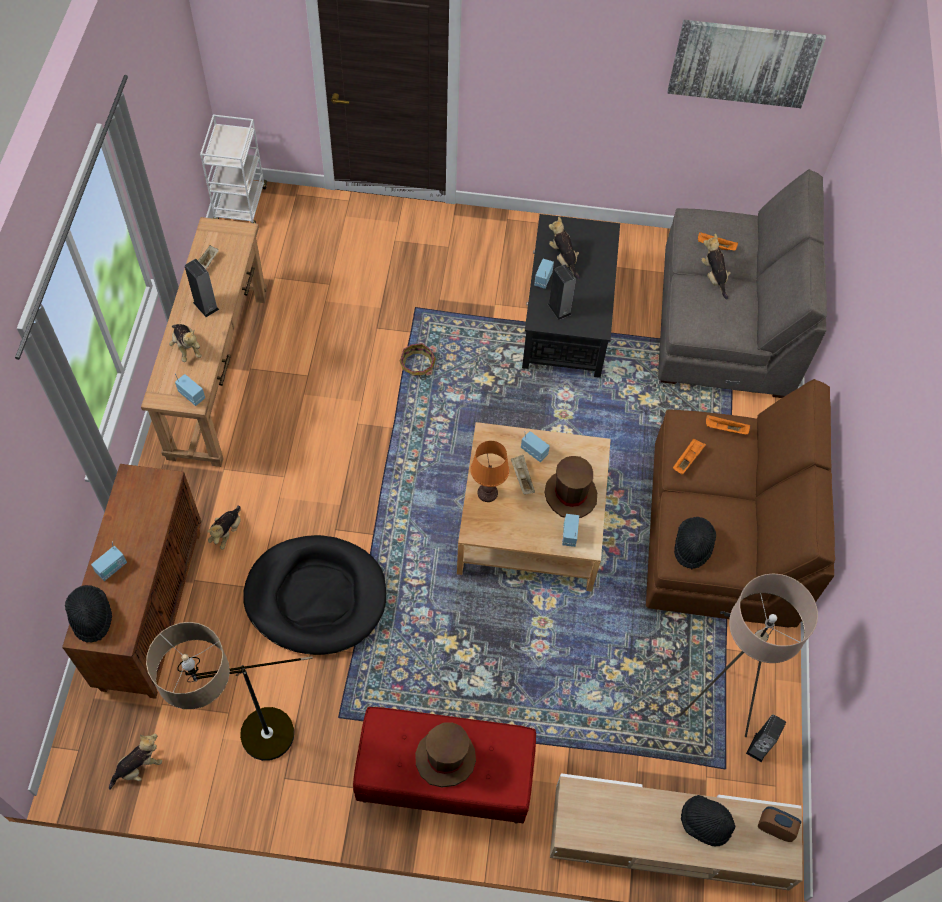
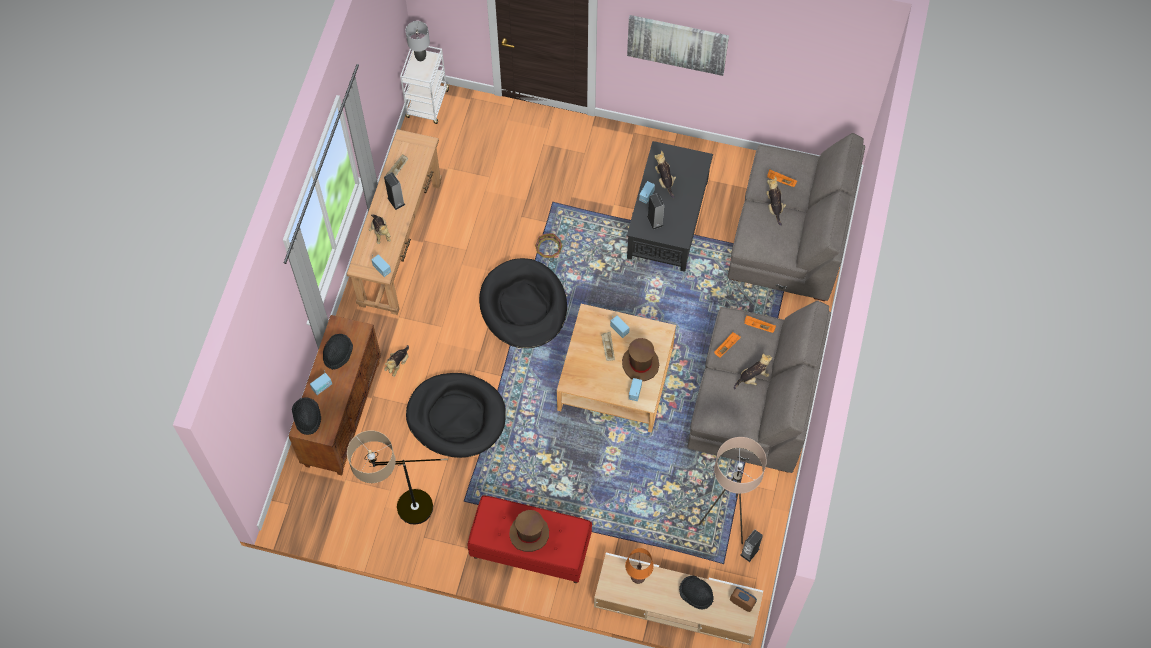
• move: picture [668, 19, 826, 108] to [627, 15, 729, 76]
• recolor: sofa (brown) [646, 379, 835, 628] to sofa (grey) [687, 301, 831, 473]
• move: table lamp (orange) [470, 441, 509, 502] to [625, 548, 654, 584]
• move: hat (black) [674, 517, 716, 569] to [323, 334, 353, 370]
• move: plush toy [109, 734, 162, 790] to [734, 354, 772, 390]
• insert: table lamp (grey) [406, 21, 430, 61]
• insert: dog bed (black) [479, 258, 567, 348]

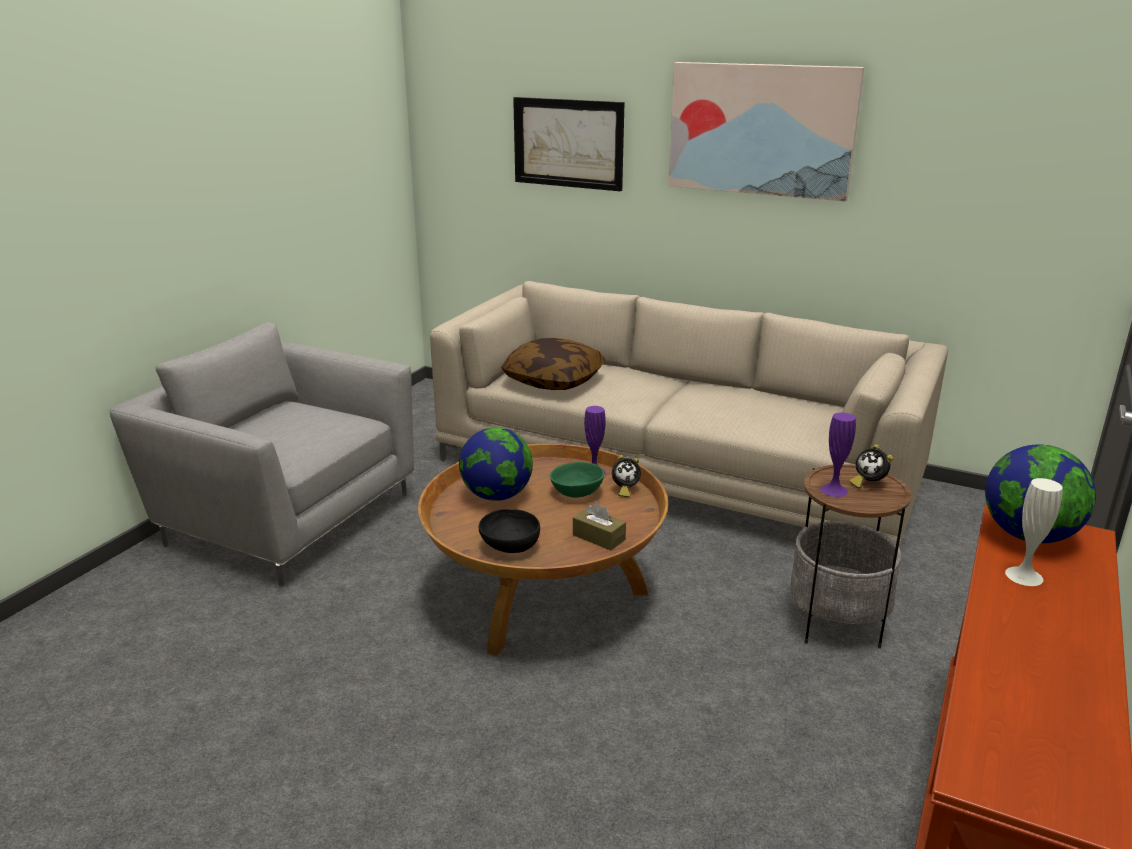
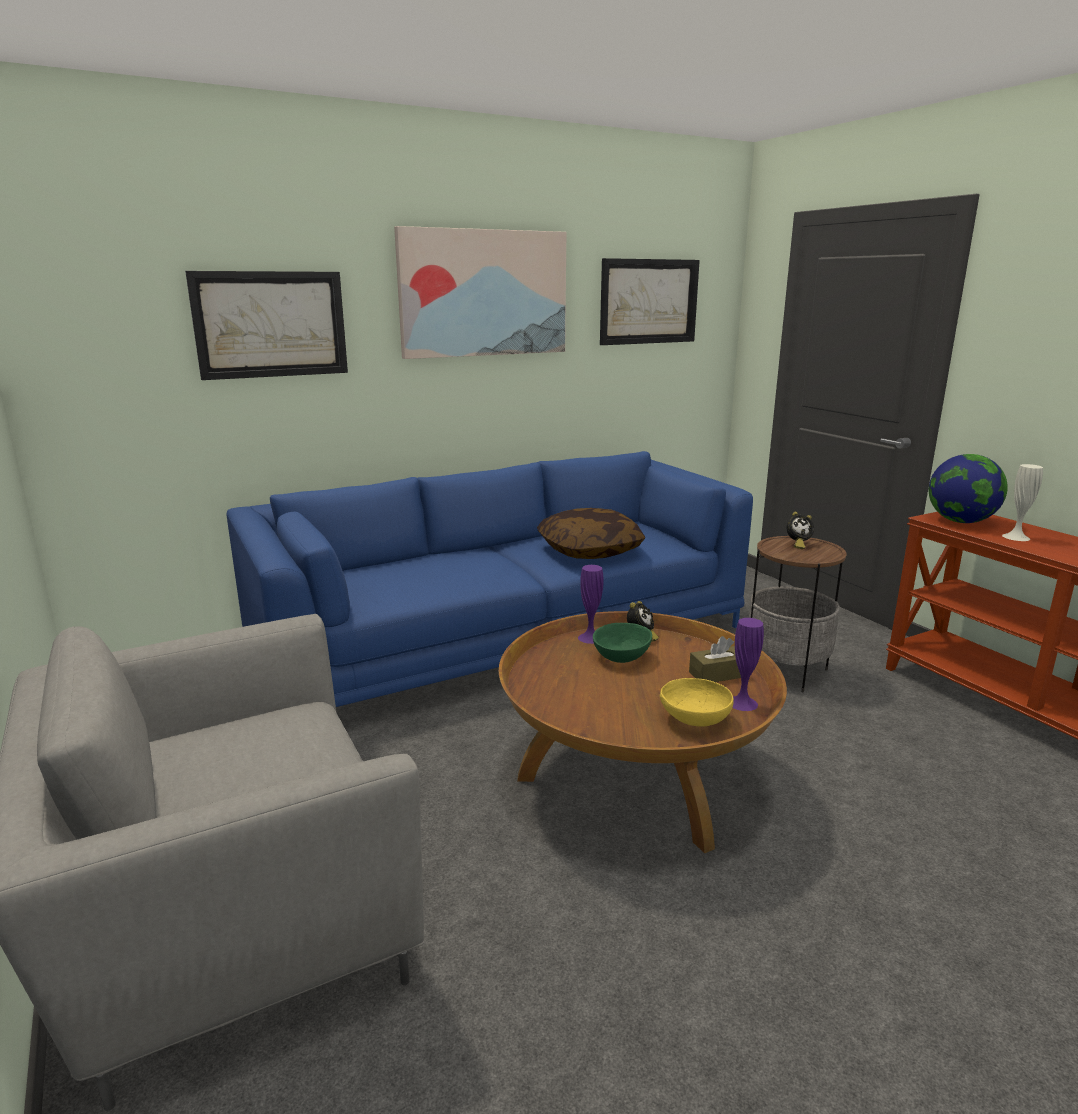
• recolor: sofa (beige) [430, 281, 948, 546] to sofa (blue) [226, 451, 753, 707]
• move: pillow [501, 338, 605, 390] to [537, 508, 645, 559]
• move: vase (purple) [820, 413, 856, 497] to [733, 618, 764, 711]
• delete: globe [459, 427, 533, 501]
• recolor: bowl (black) [479, 509, 540, 553] to bowl (yellow) [659, 678, 734, 727]
• insert: picture [600, 258, 700, 345]

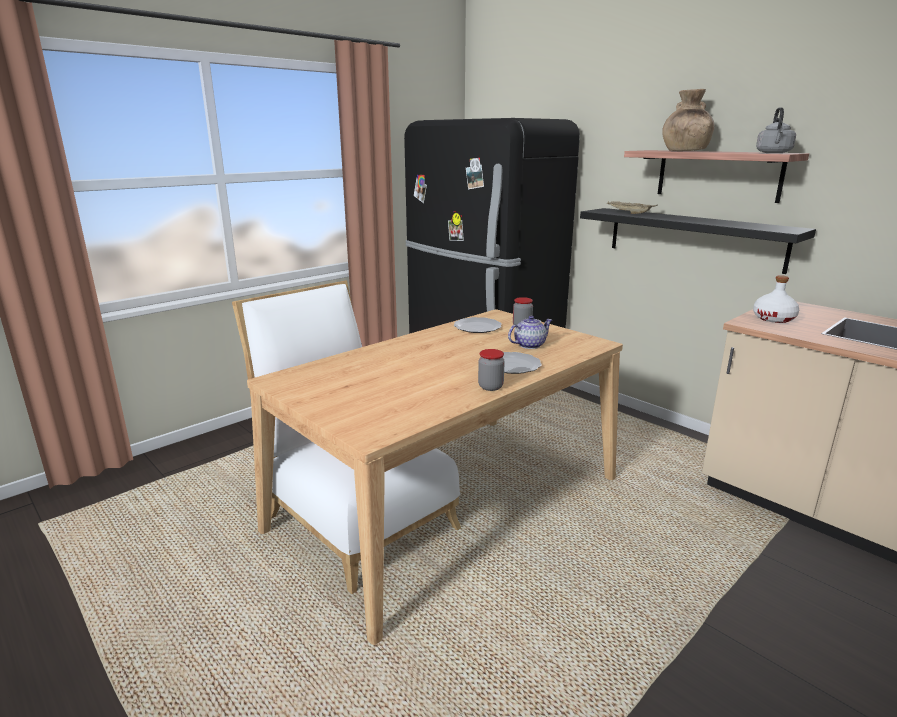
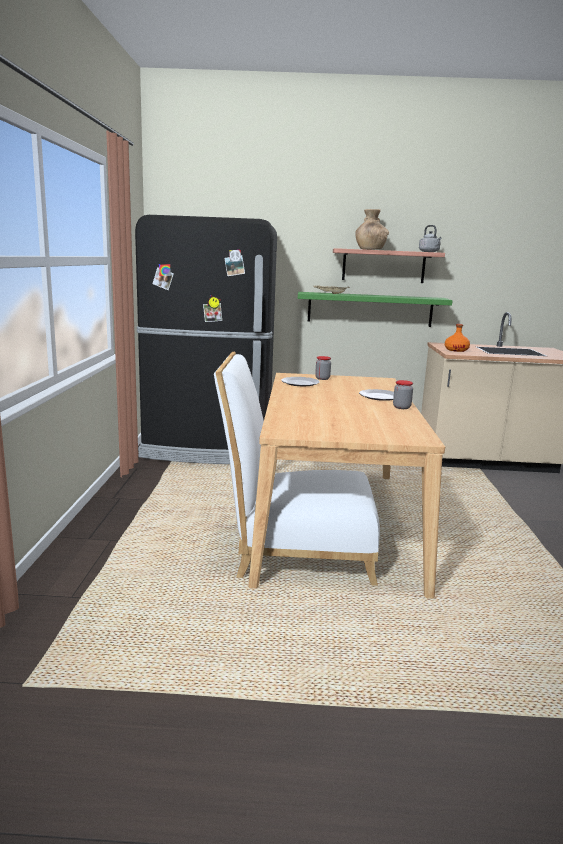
• recolor: shelf (black) [580, 208, 816, 274] to shelf (green) [298, 292, 453, 327]
• recolor: bottle (white) [753, 275, 799, 323] to bottle (orange) [445, 324, 470, 352]
• delete: teapot [508, 316, 552, 349]

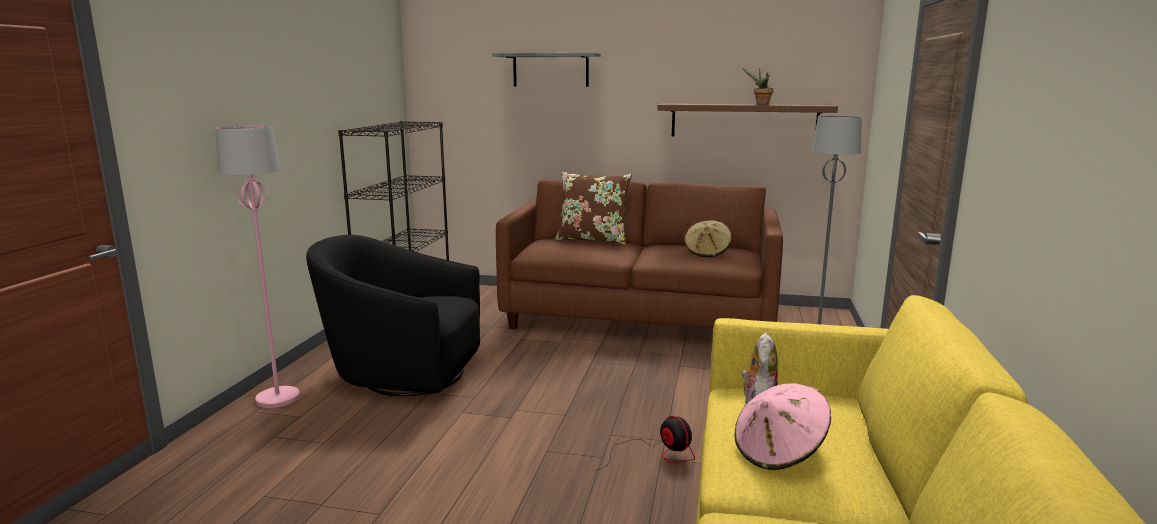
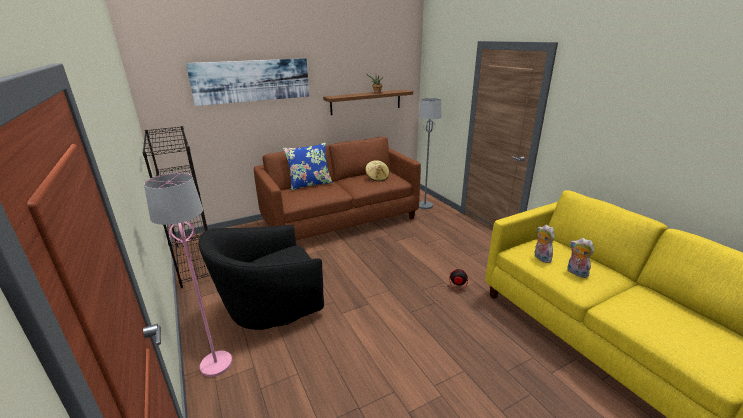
• replace: shelf (grey) [492, 53, 601, 87] to picture [186, 58, 309, 106]
• recolor: pillow (brown) [555, 172, 632, 245] to pillow (blue) [283, 142, 333, 191]
• replace: hat (pink) [734, 383, 831, 470] to plush toy [567, 238, 594, 278]

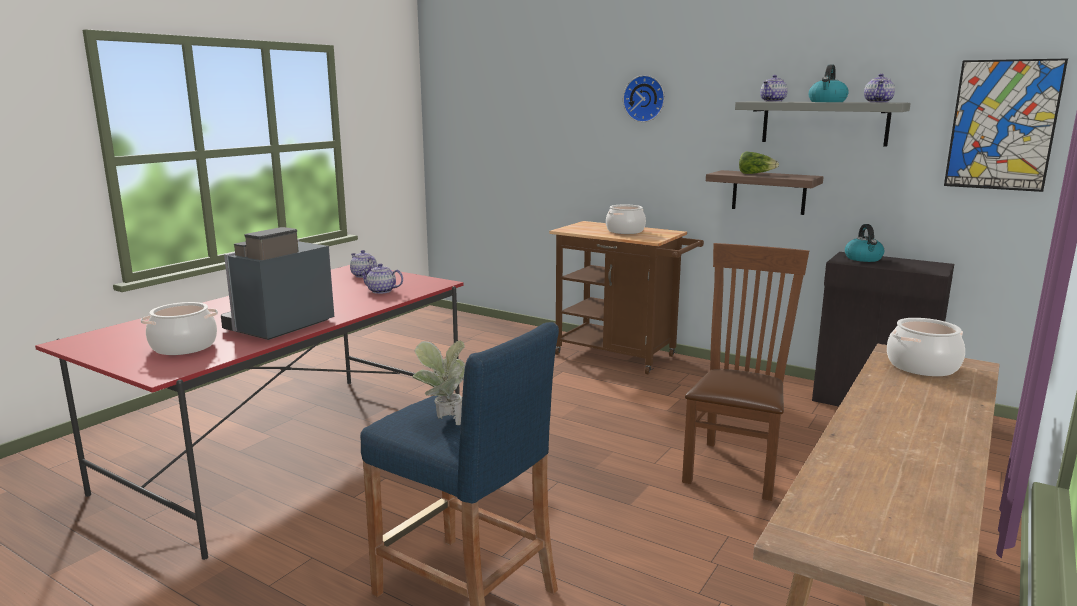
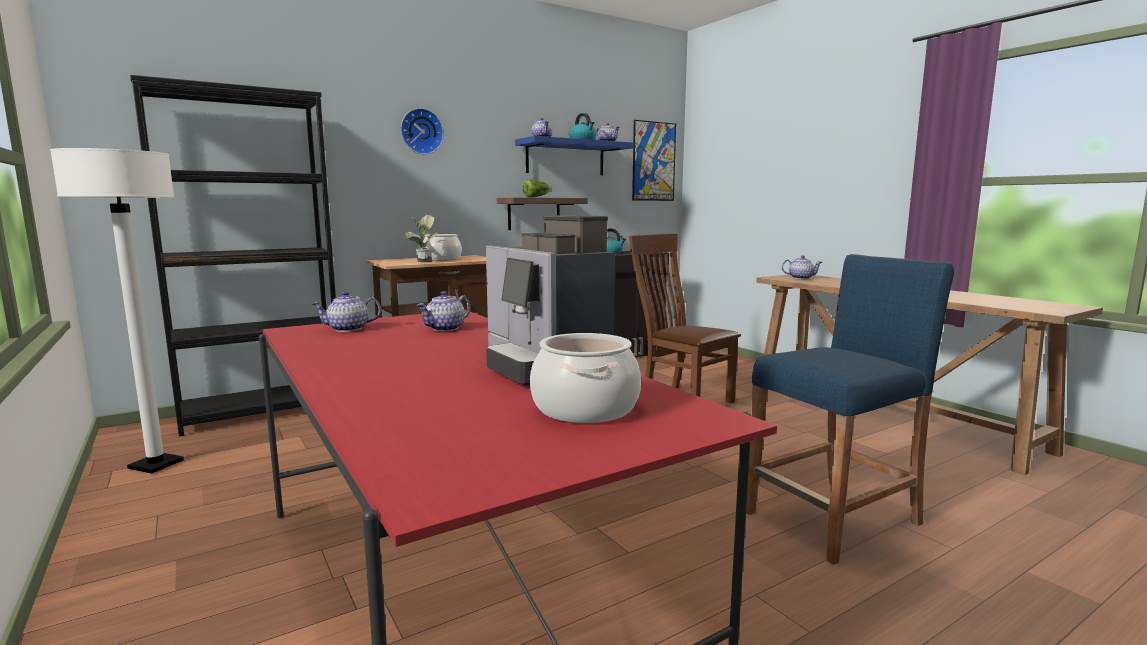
• recolor: shelf (grey) [735, 101, 911, 147] to shelf (blue) [515, 136, 634, 175]
• replace: cooking pot [887, 318, 965, 376] to teapot [782, 255, 822, 279]
• move: potted plant [412, 341, 465, 425] to [405, 215, 437, 262]
• insert: bookcase (black) [130, 75, 336, 436]
• insert: floor lamp (white) [50, 148, 184, 474]

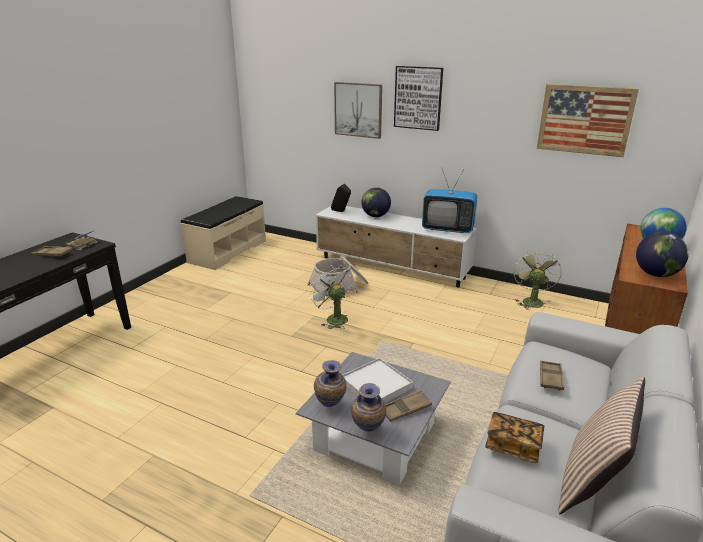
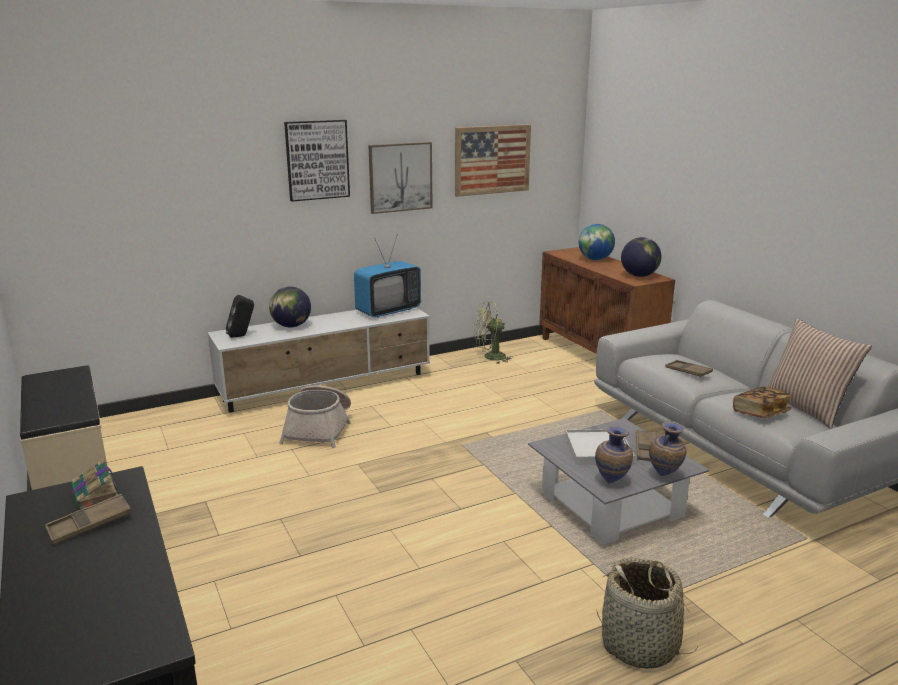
• move: picture [334, 82, 382, 139] to [368, 142, 432, 214]
• rotate: fan (green) [514, 250, 562, 310] = [474, 301, 514, 364] 60 degrees counterclockwise
• delete: fan (white) [309, 265, 352, 329]
• insert: basket [596, 558, 699, 669]

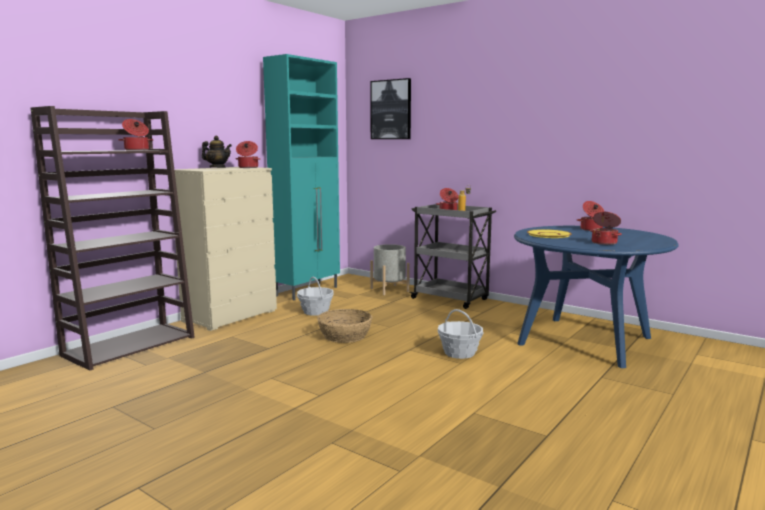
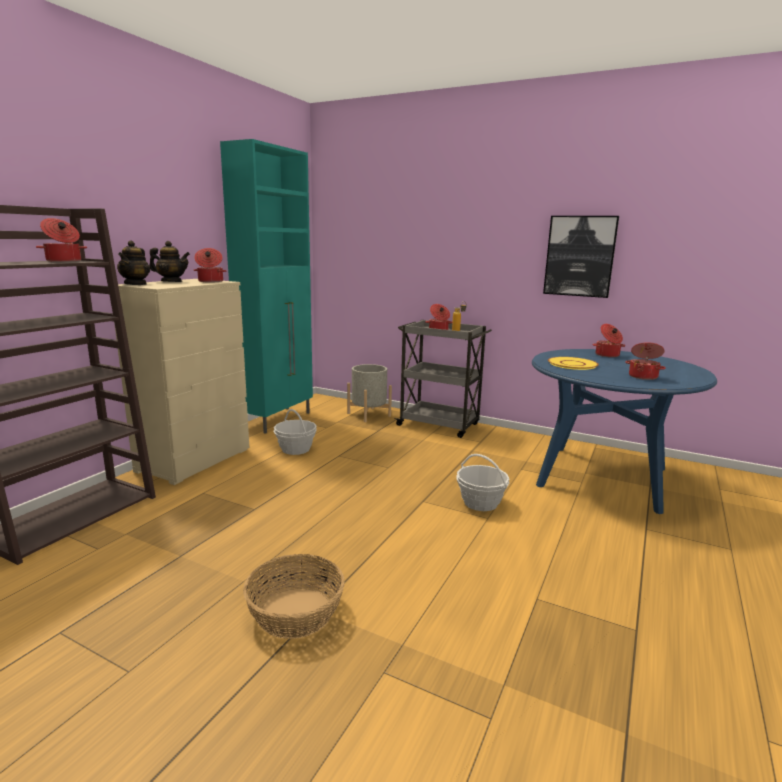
• move: picture [370, 78, 411, 139] to [543, 216, 619, 298]
• move: basket [317, 309, 372, 343] to [243, 554, 345, 639]
• insert: teapot [117, 240, 150, 285]

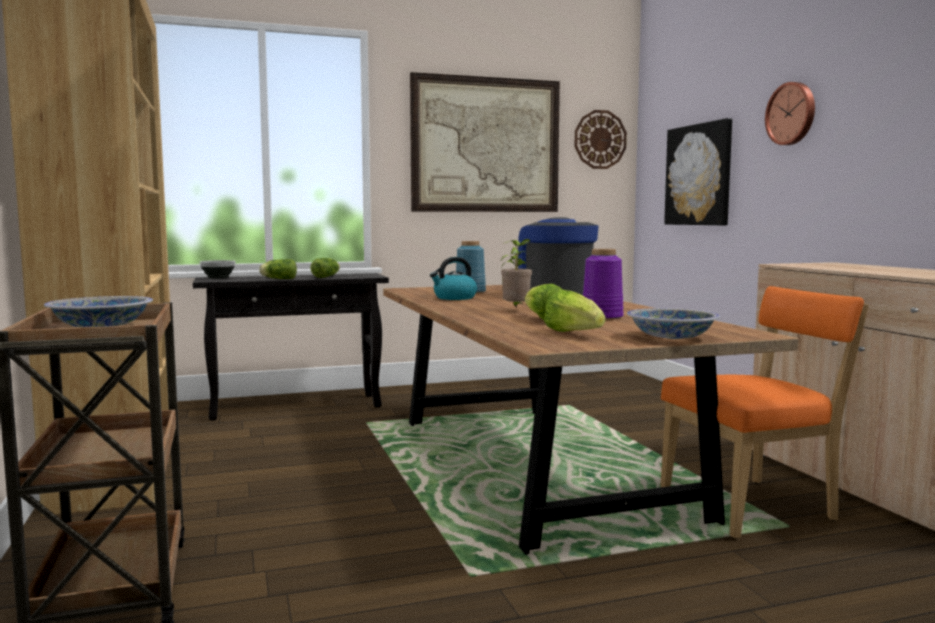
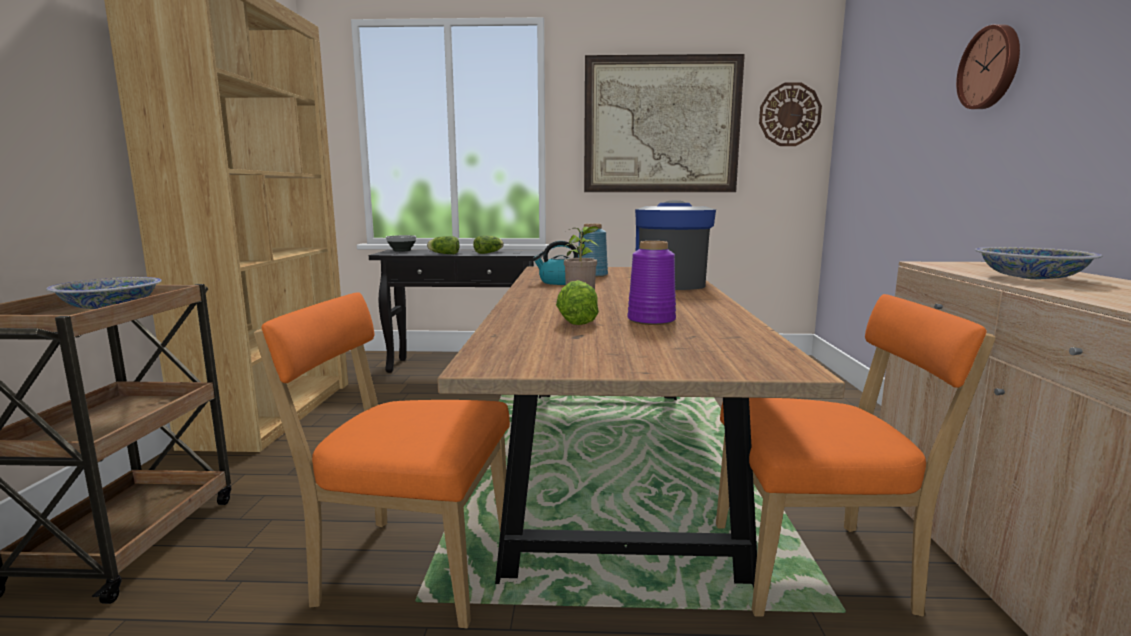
• delete: picture [664, 118, 732, 226]
• delete: lettuce [544, 290, 605, 332]
• move: bowl [627, 308, 720, 339] to [975, 247, 1102, 279]
• insert: chair (orange) [254, 292, 510, 628]

